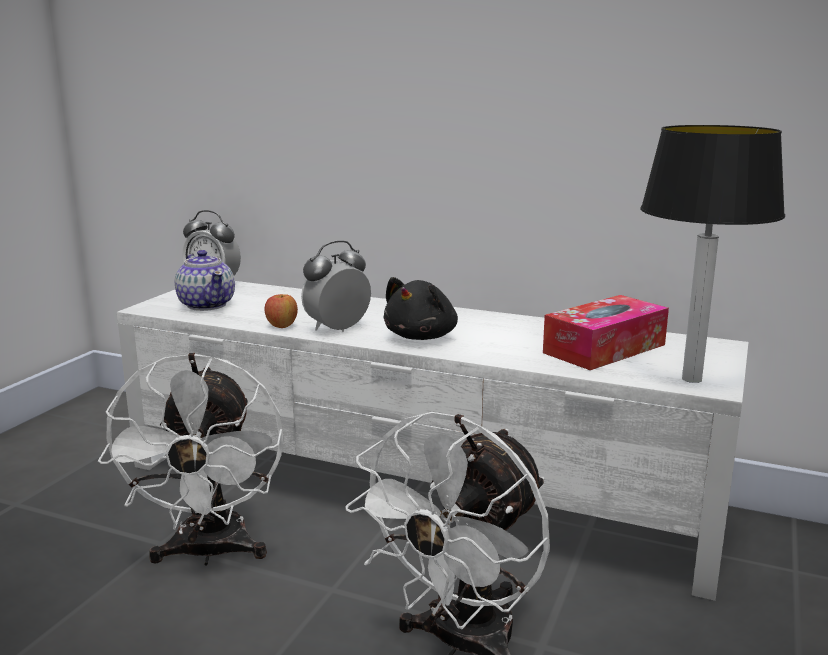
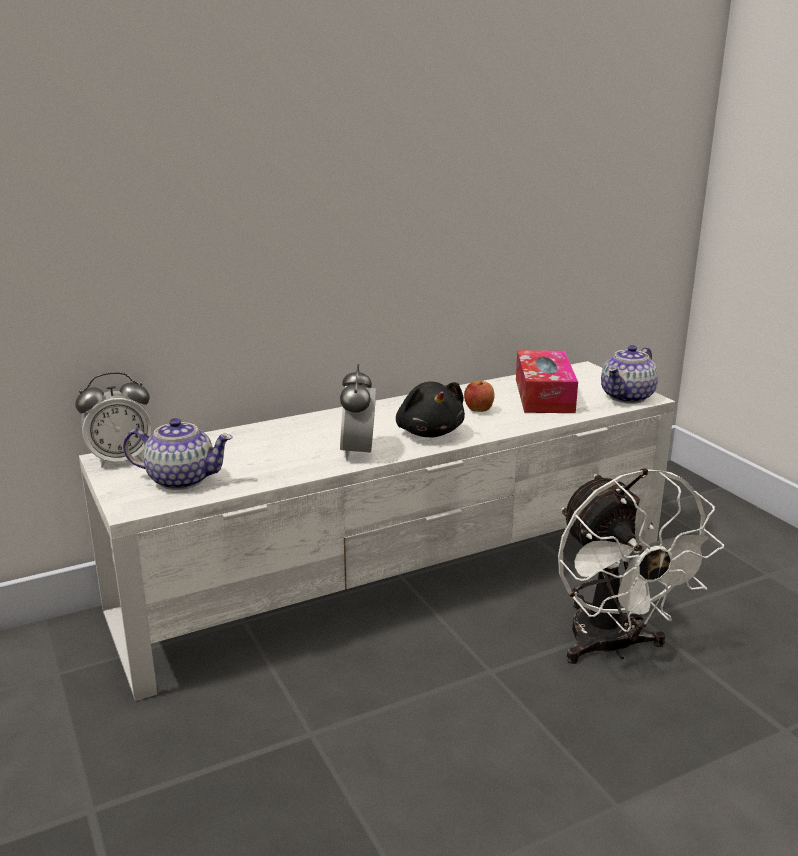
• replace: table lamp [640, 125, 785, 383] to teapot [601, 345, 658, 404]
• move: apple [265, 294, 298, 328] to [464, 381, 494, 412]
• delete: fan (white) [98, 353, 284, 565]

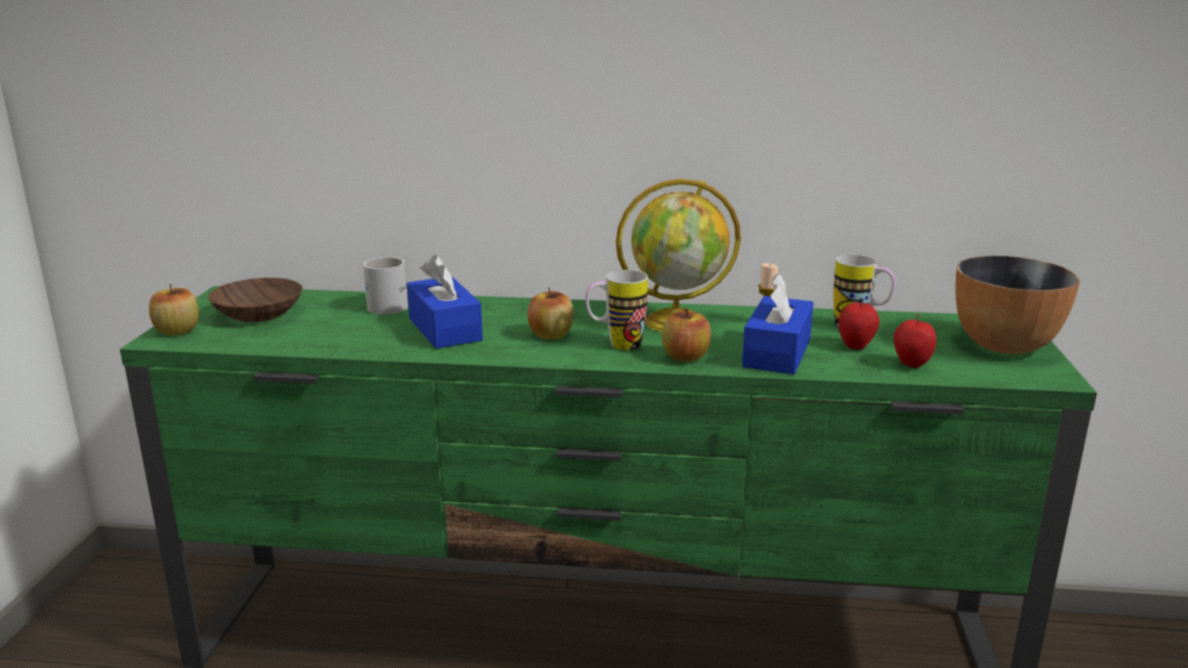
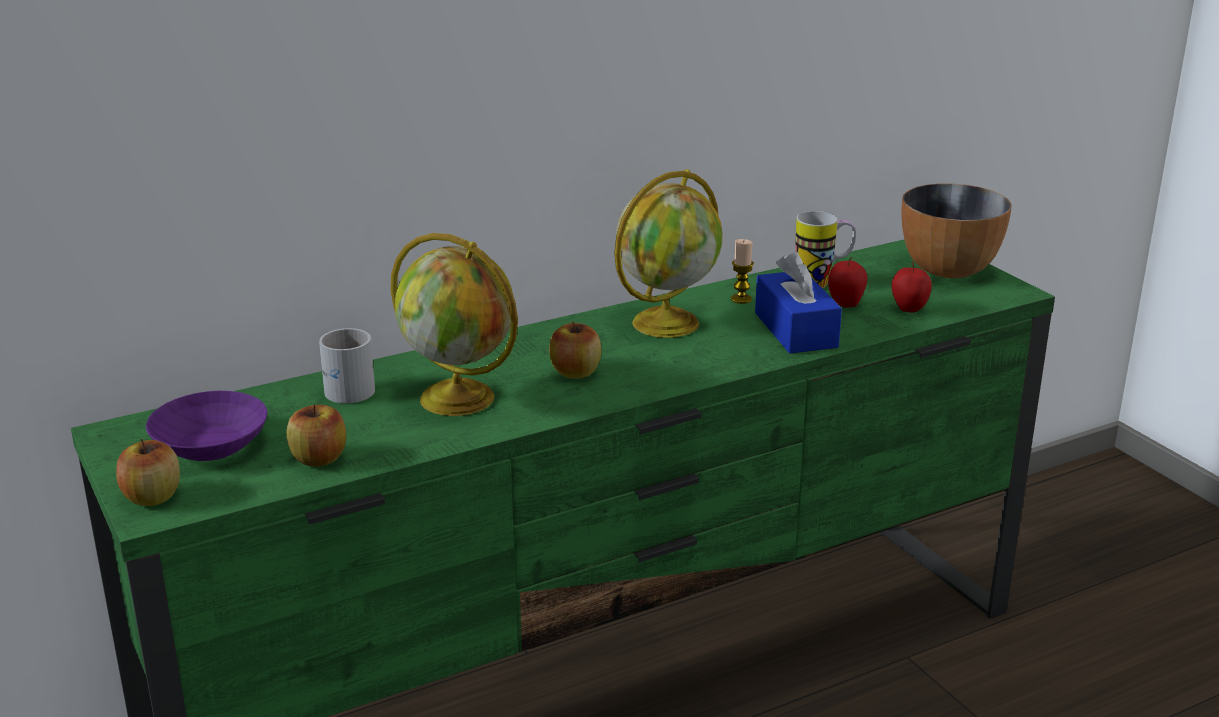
• replace: tissue box (blue) [407, 255, 483, 349] to globe [391, 233, 518, 416]
• delete: mug [585, 270, 648, 350]
• recolor: bowl (brown) [208, 278, 303, 322] to bowl (purple) [146, 391, 268, 461]
• move: apple [662, 308, 711, 362] to [287, 404, 346, 467]

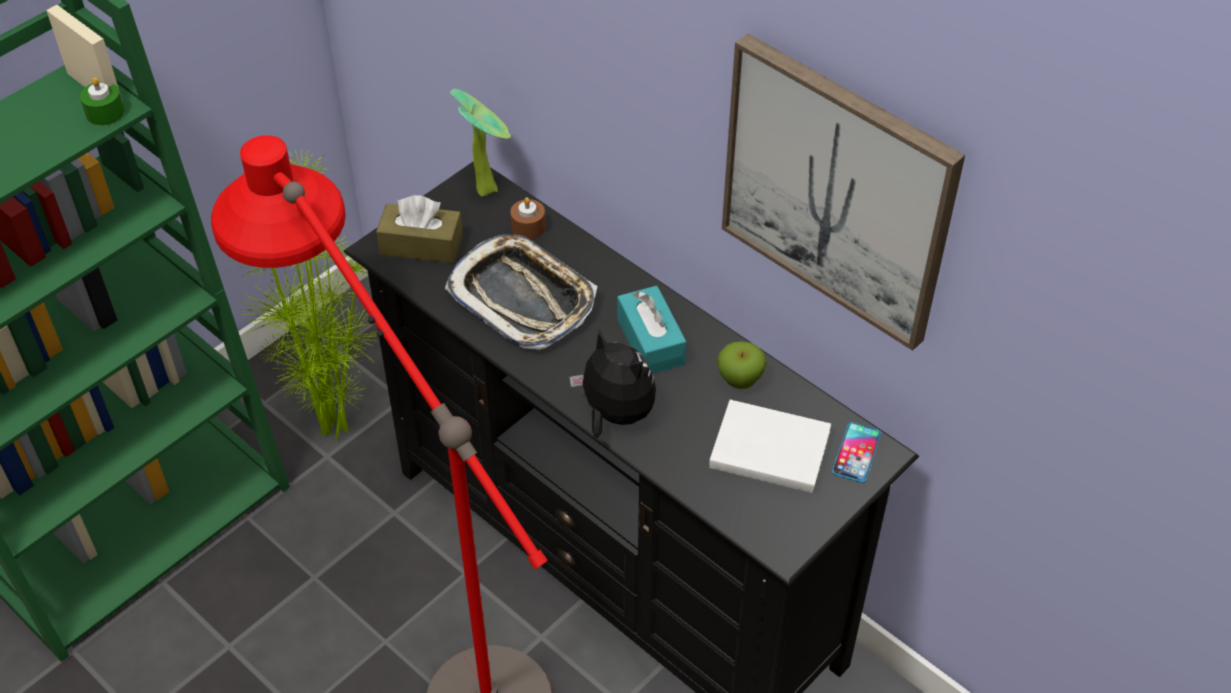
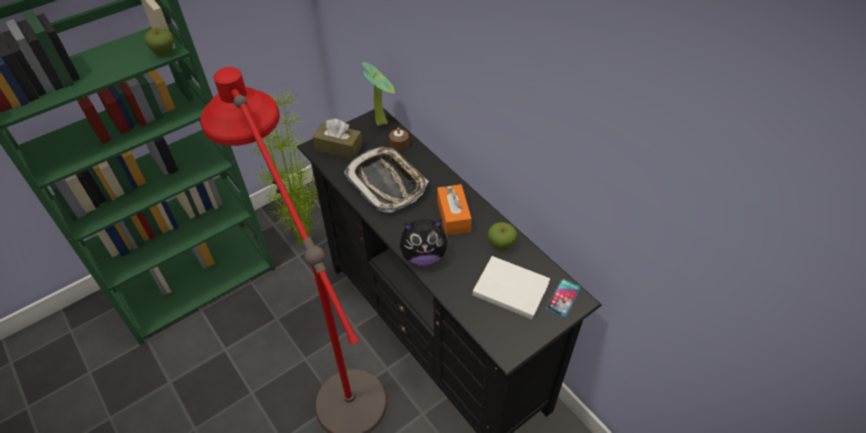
• delete: picture [722, 33, 965, 351]
• replace: candle (green) [80, 77, 125, 126] to apple [145, 27, 174, 55]
• recolor: tissue box (turquoise) [617, 286, 686, 374] to tissue box (orange) [437, 184, 472, 235]
• rotate: plush toy [569, 329, 656, 438] = [400, 219, 449, 266] 120 degrees clockwise

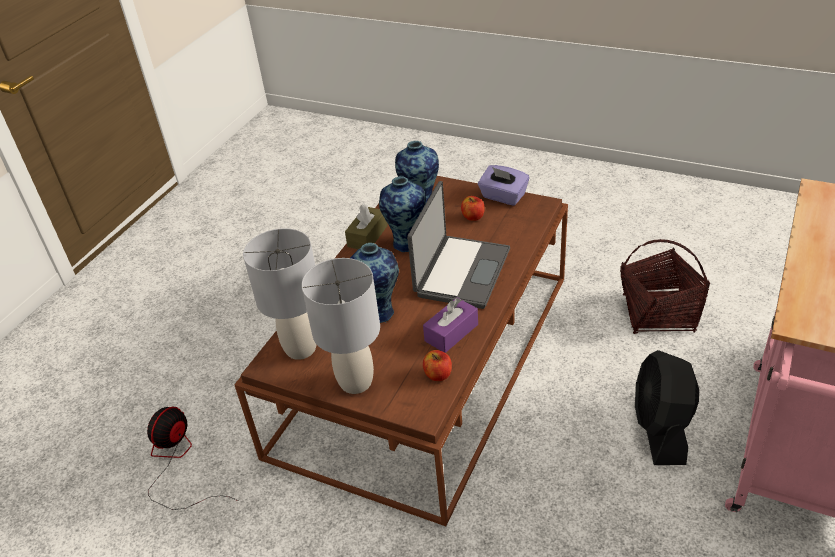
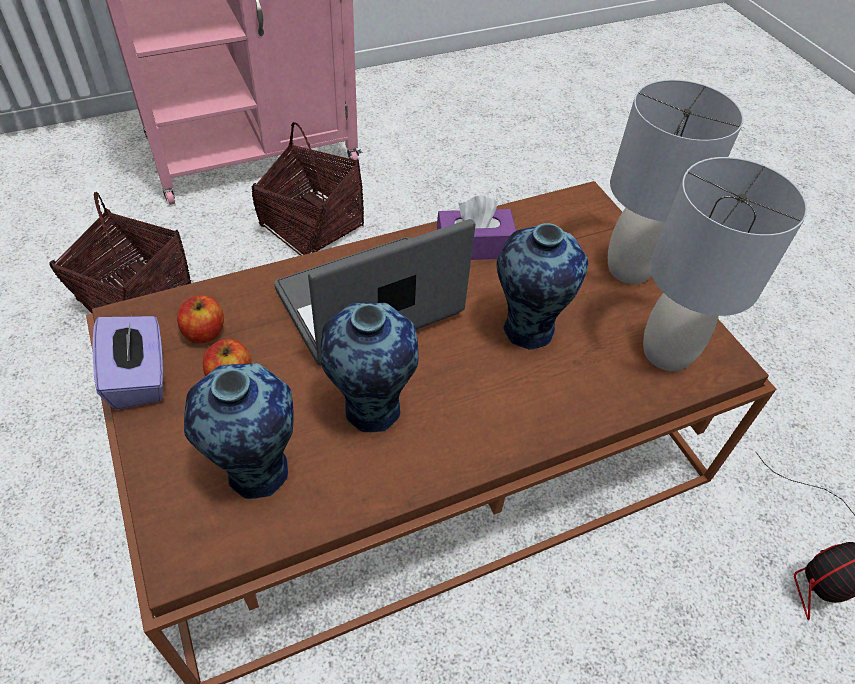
• delete: tissue box (brown) [345, 203, 388, 249]
• move: apple [423, 350, 452, 381] to [177, 295, 224, 343]
• replace: fan (black) [635, 350, 699, 465] to basket [251, 122, 364, 256]

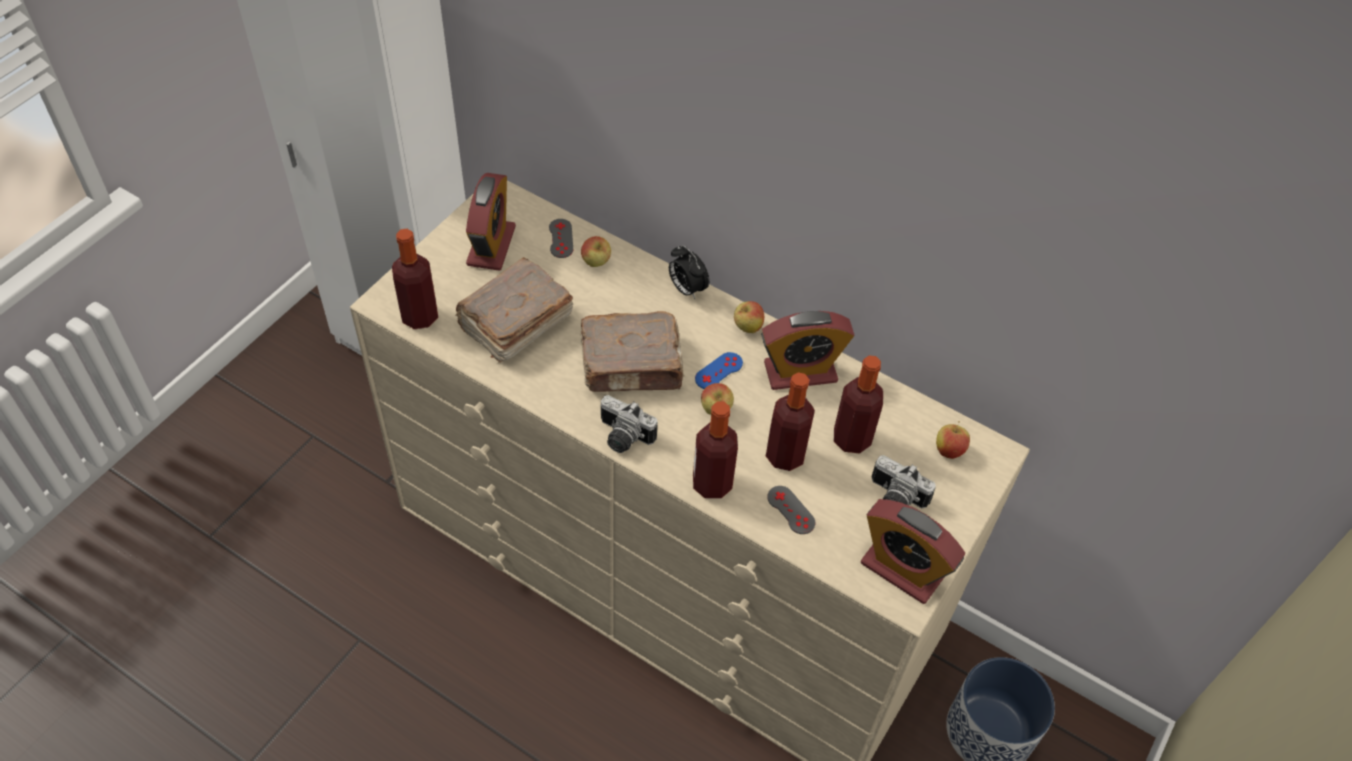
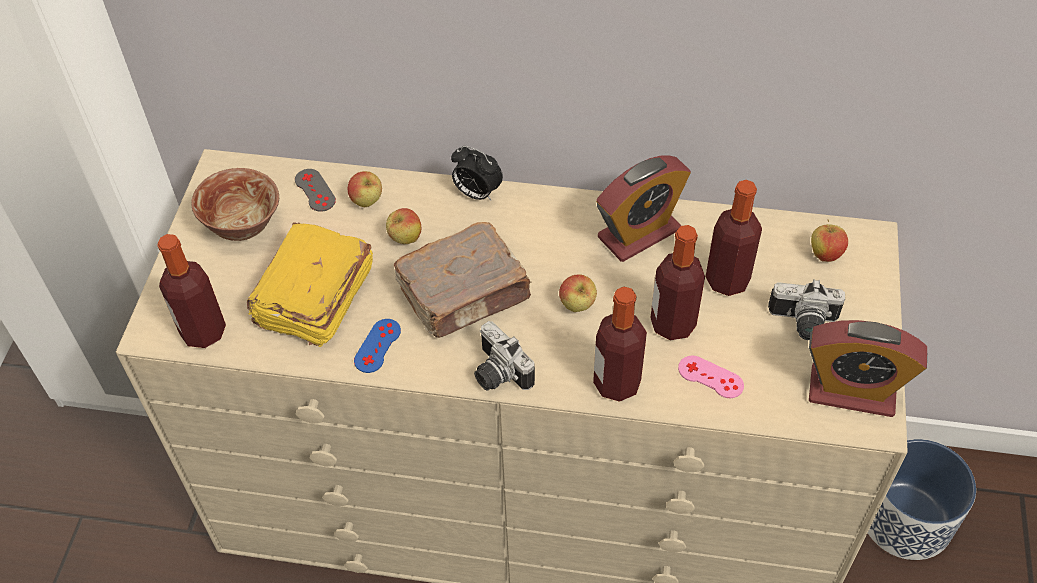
• replace: alarm clock [466, 173, 516, 271] to bowl [191, 168, 279, 241]
• recolor: book (brown) [455, 257, 573, 363] to book (yellow) [247, 222, 373, 347]
• move: apple [734, 301, 764, 333] to [386, 208, 421, 244]
• move: game controller (blue) [695, 352, 743, 389] to [354, 319, 401, 373]
• rotate: photo camera [600, 395, 658, 453] = [474, 321, 535, 391] 45 degrees clockwise
• recolor: game controller (grey) [767, 486, 815, 534] to game controller (pink) [678, 355, 744, 398]

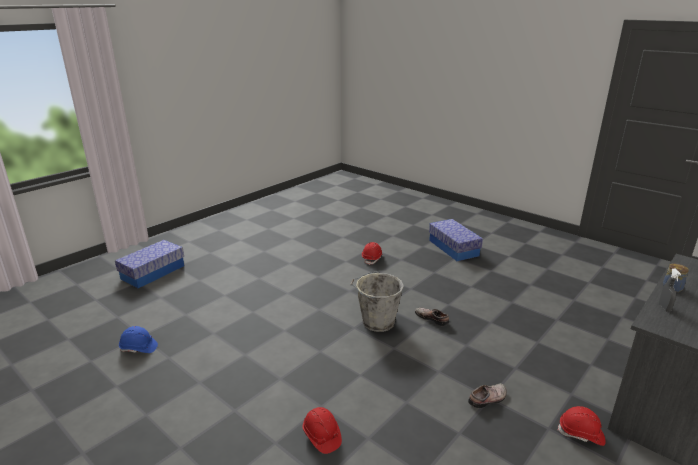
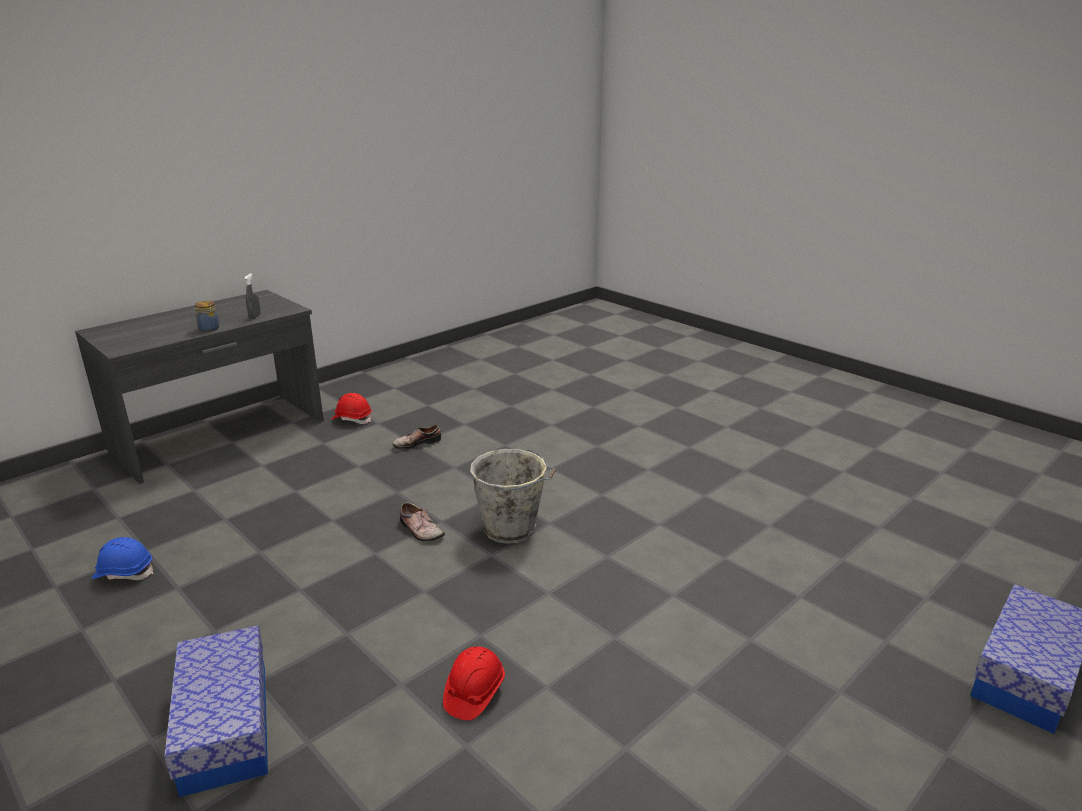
• move: hard hat (blue) [119, 326, 158, 353] to [92, 537, 154, 580]
• delete: hard hat (red) [302, 407, 342, 454]

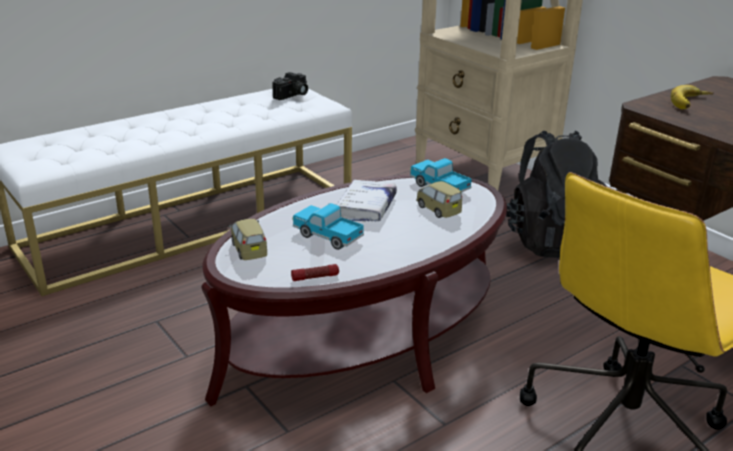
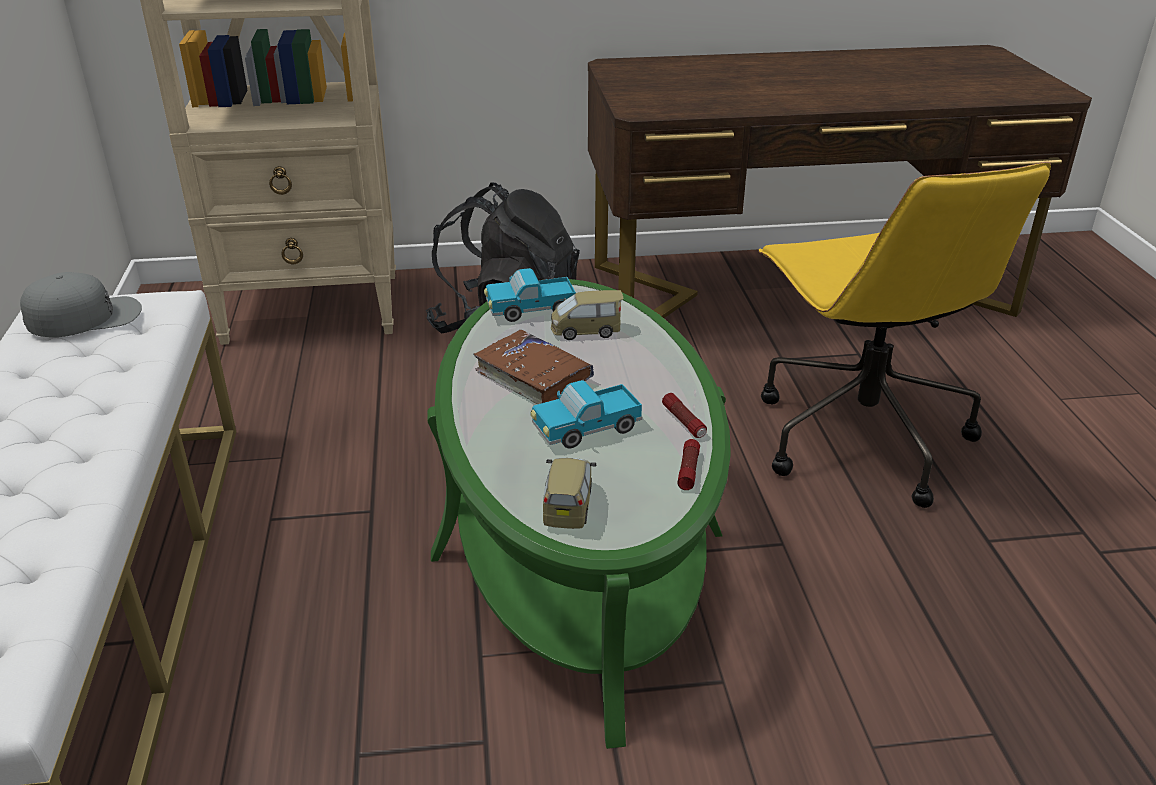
• replace: photo camera [272, 72, 308, 100] to cap (grey) [20, 272, 142, 337]
• delete: banana [671, 85, 714, 109]
• recolor: coffee table (brown) [201, 174, 507, 407] to coffee table (green) [427, 279, 731, 749]
• recolor: book (white) [337, 180, 397, 222] to book (brown) [474, 330, 594, 404]
• rotate: toy car [228, 219, 267, 260] = [543, 458, 596, 529] 90 degrees clockwise
• insert: flashlight [662, 393, 707, 438]

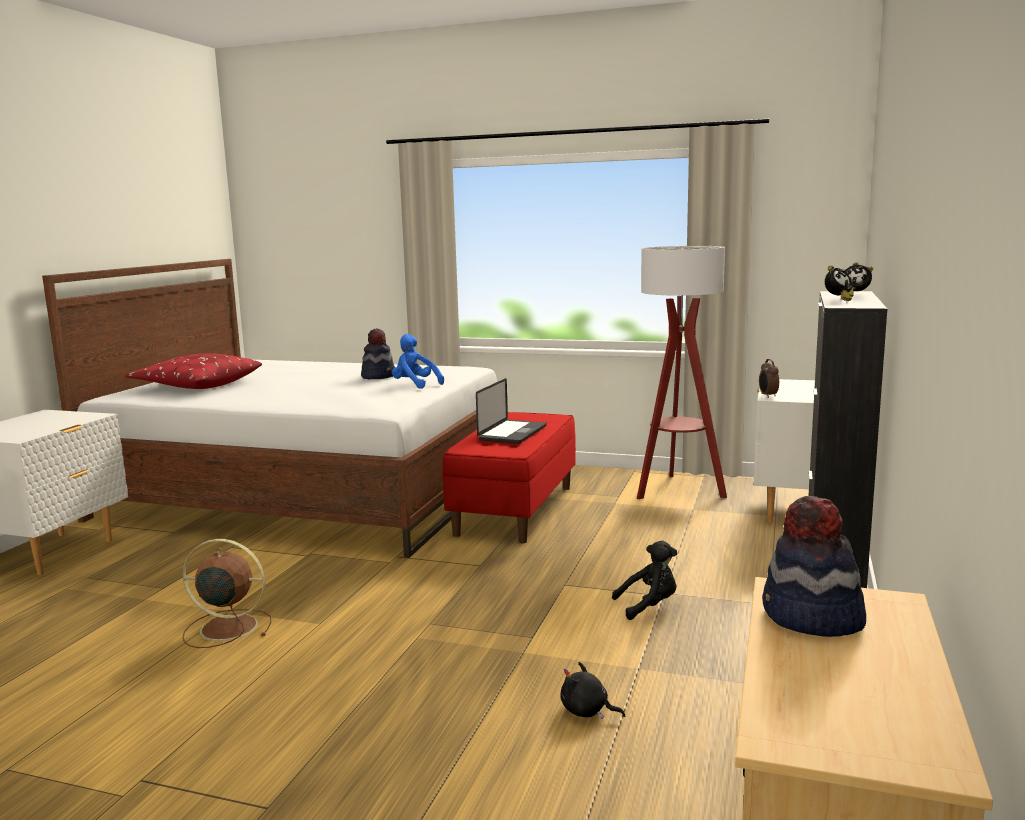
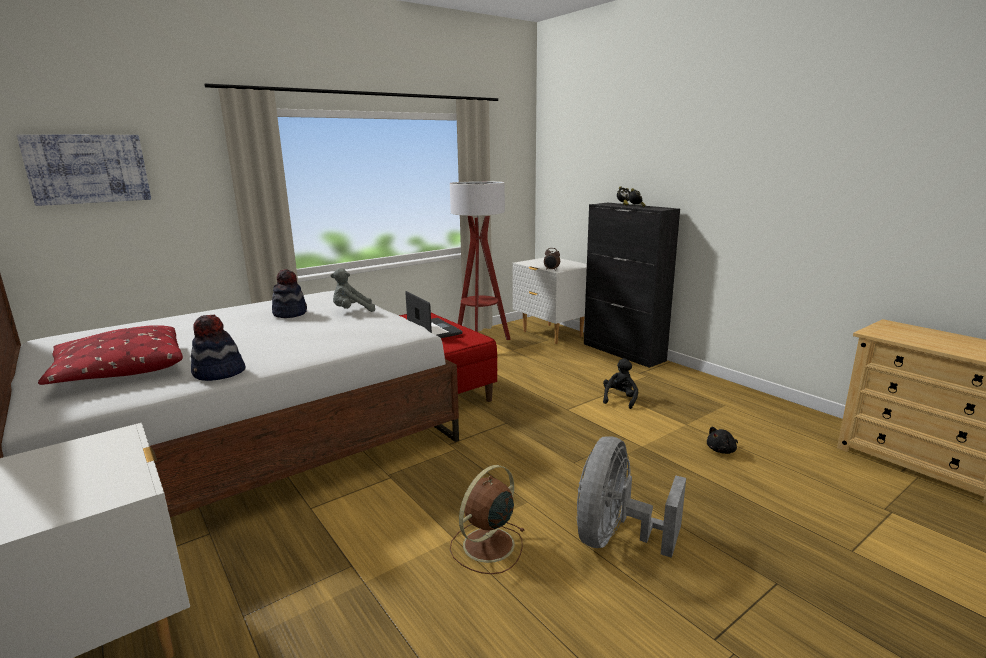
• recolor: plush toy (blue) [392, 334, 444, 389] to plush toy (grey) [330, 268, 375, 312]
• move: hat [762, 496, 866, 637] to [191, 315, 245, 381]
• insert: picture [17, 134, 151, 206]
• insert: fan (grey) [577, 436, 686, 558]

